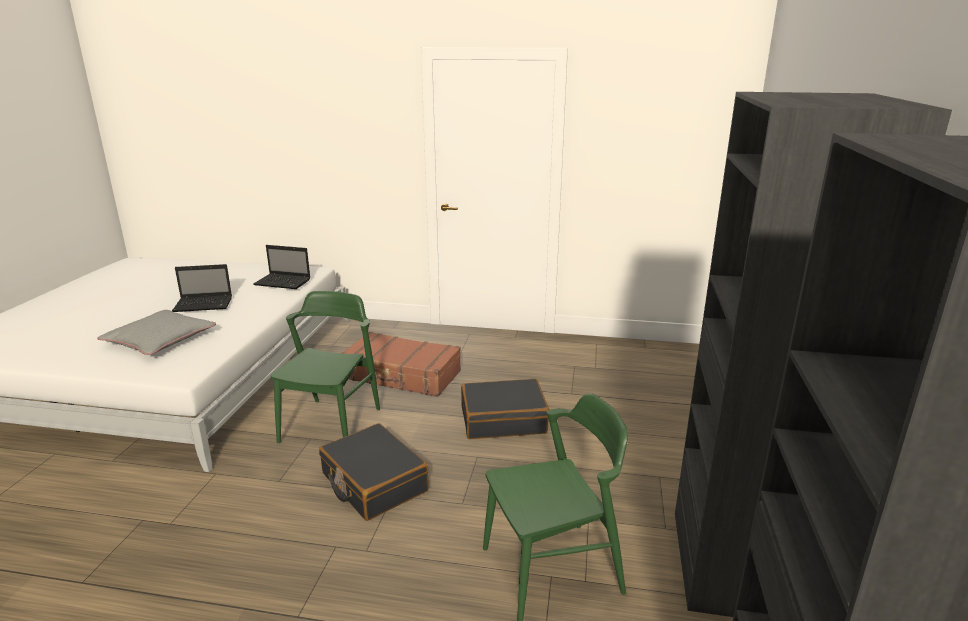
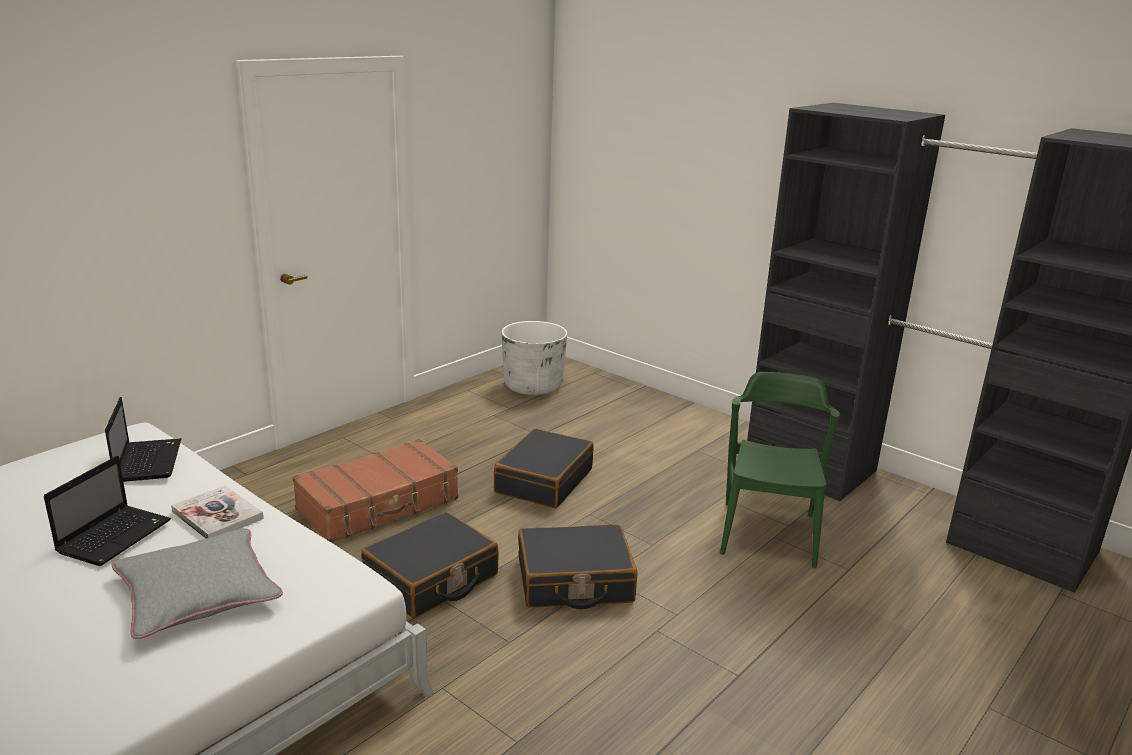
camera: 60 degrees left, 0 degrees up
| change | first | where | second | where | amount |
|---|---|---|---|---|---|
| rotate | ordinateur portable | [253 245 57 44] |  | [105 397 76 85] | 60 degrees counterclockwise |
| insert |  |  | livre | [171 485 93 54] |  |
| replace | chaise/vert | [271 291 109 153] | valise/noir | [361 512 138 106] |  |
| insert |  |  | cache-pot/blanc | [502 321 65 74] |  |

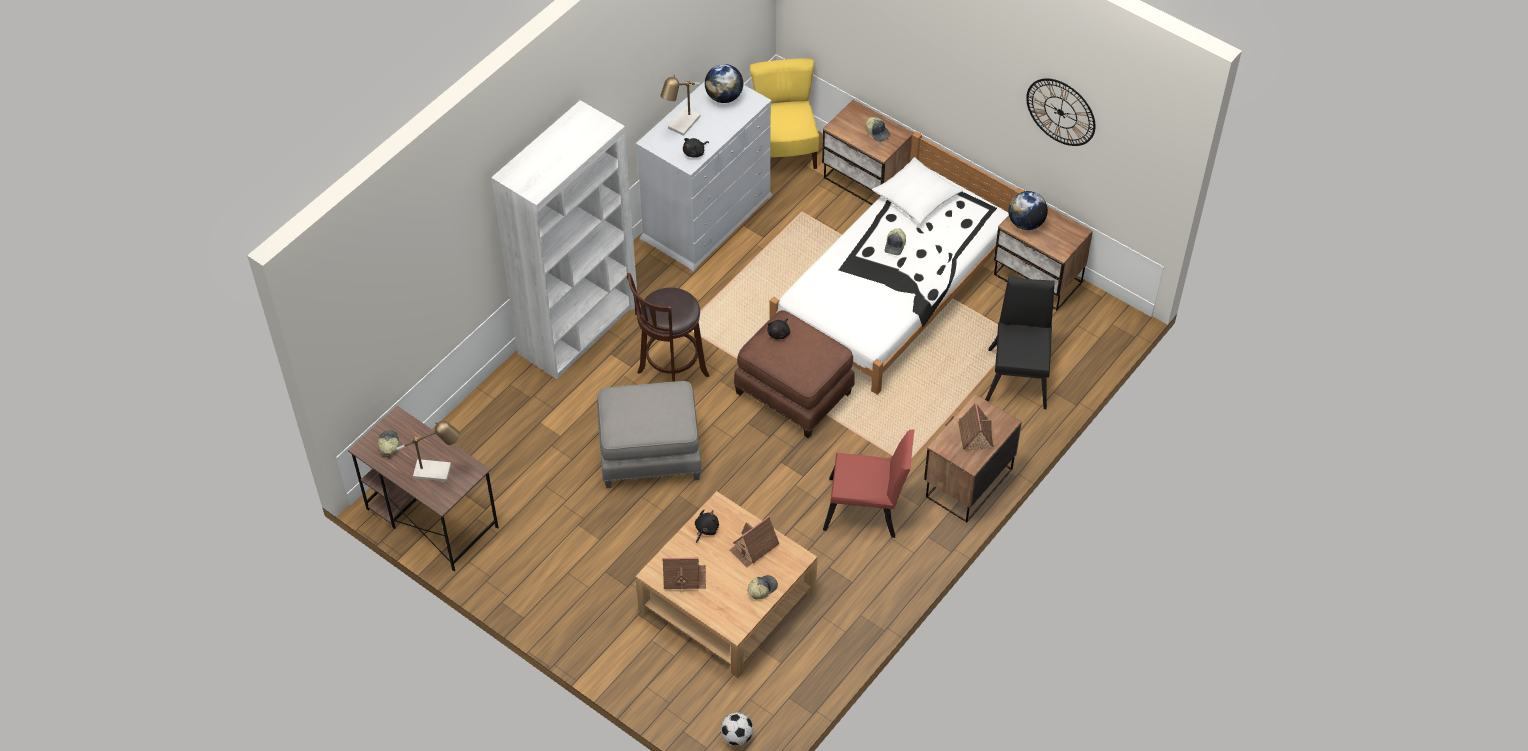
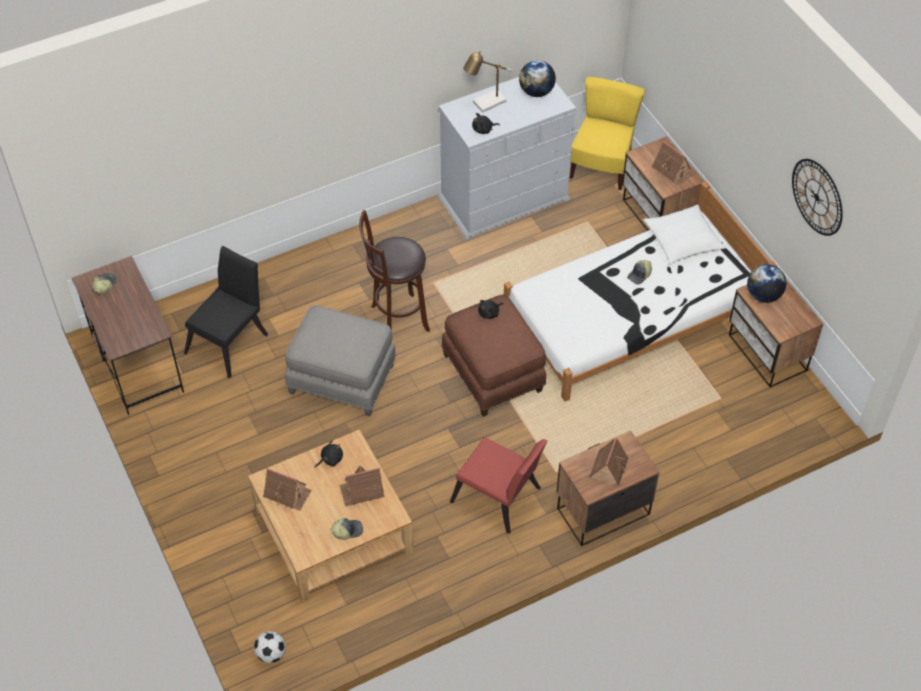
camera: 25 degrees right, 0 degrees up
| change | first | where | second | where | amount |
|---|---|---|---|---|---|
| move | chaise/noir | [985 276 70 133] |  | [184 246 85 132] |  |
| replace | casquette | [865 117 25 25] | maison miniature | [652 141 41 45] |  |
| delete | lampe de table | [396 421 64 61] |  |  |  |
| delete | bibliothèque/blanc | [491 100 146 279] |  |  |  |

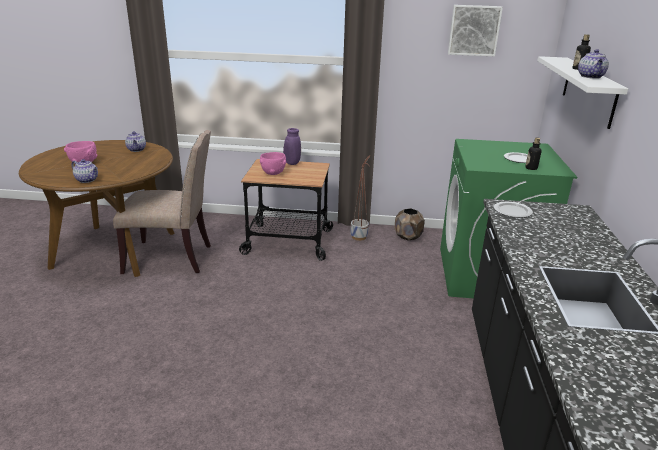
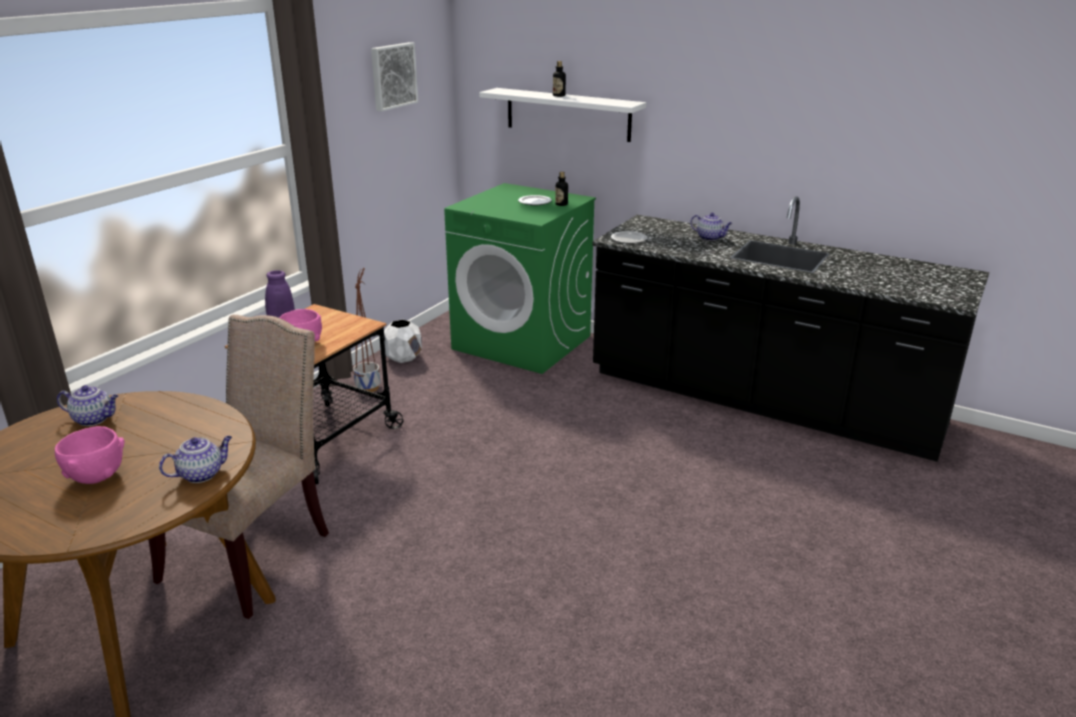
camera: 65 degrees left, 0 degrees up
| change | first | where | second | where | amount |
|---|---|---|---|---|---|
| recolor | cache-pot/marron | [394 208 31 33] | cache-pot/blanc | [384 320 38 43] |  |
| move | théière | [578 49 31 30] |  | [690 213 43 28] |  |

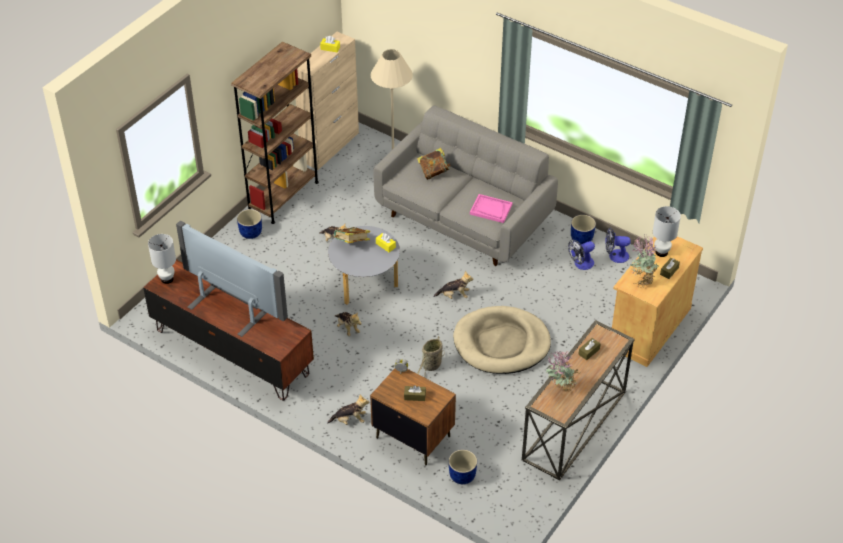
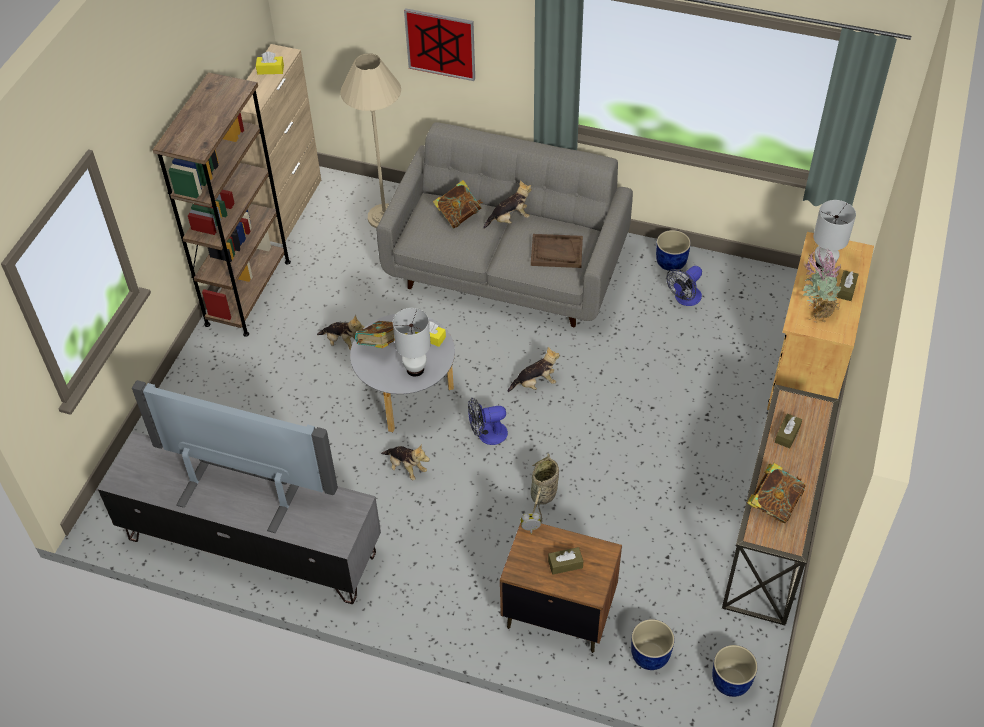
camera: 15 degrees left, 5 degrees up
| change | first | where | second | where | amount |
|---|---|---|---|---|---|
| recolor | meuble télé/marron | [143 259 171 142] | meuble télé/gris | [98 431 283 173] |  |
| move | lampe de table/blanc | [148 234 28 50] |  | [393 308 38 69] |  |
| insert |  |  | tableau | [404 8 71 73] |  |
| move | ventilateur | [605 227 26 36] |  | [468 398 40 47] |  |
| move | peluche | [327 394 42 31] |  | [483 180 49 49] |  |
| recolor | plateau/rose | [470 194 43 29] | plateau/marron | [531 234 52 34] |  |
| move | cache-pot/bleu | [237 209 25 30] |  | [712 645 46 52] |  |
| replace | plante en pot | [546 351 34 45] | livre | [747 463 59 60] |  |
| delete | panier pour chien/beige | [453 306 98 68] |  |  |  |

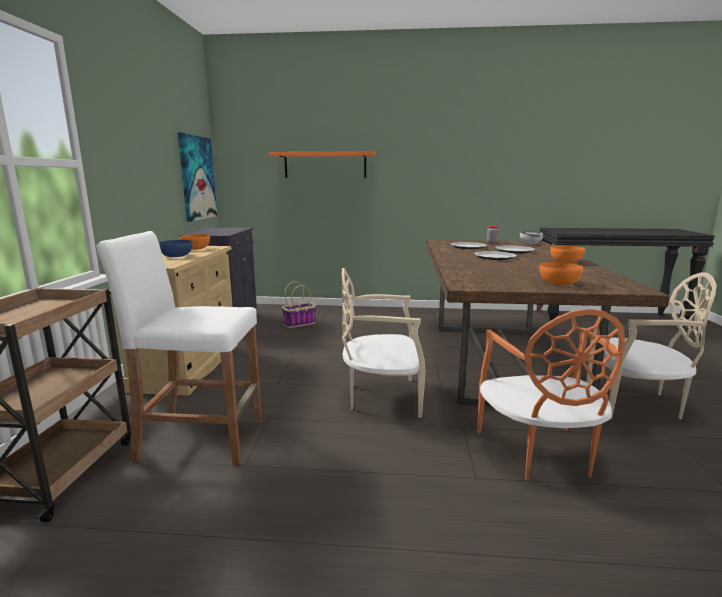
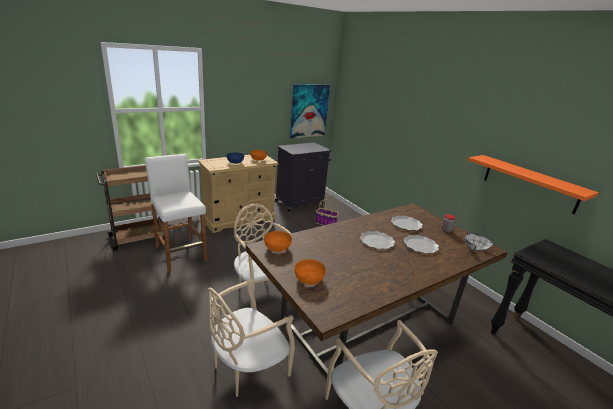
camera: 50 degrees right, 10 degrees up
| change | first | where | second | where | amount |
|---|---|---|---|---|---|
| recolor | chaise/orange | [477 309 148 171] | chaise/beige | [208 279 87 118] |  |
| move | bol/orange | [550 245 35 18] |  | [264 231 28 21] |  |
| move | étagère/orange | [269 151 106 27] |  | [468 155 131 60] |  |

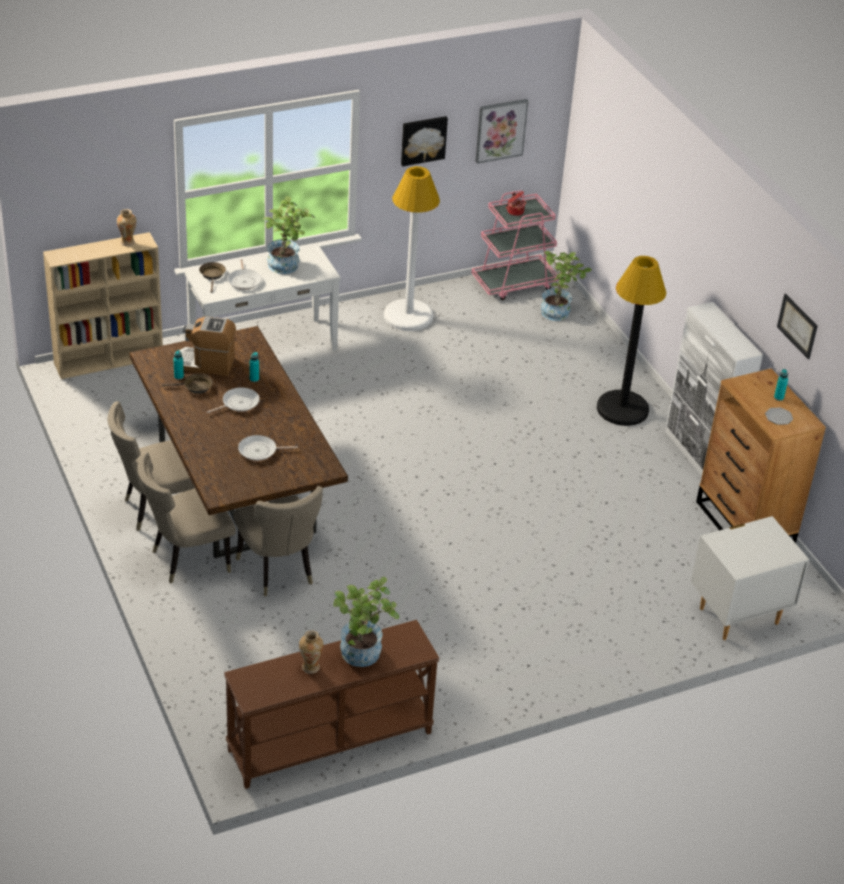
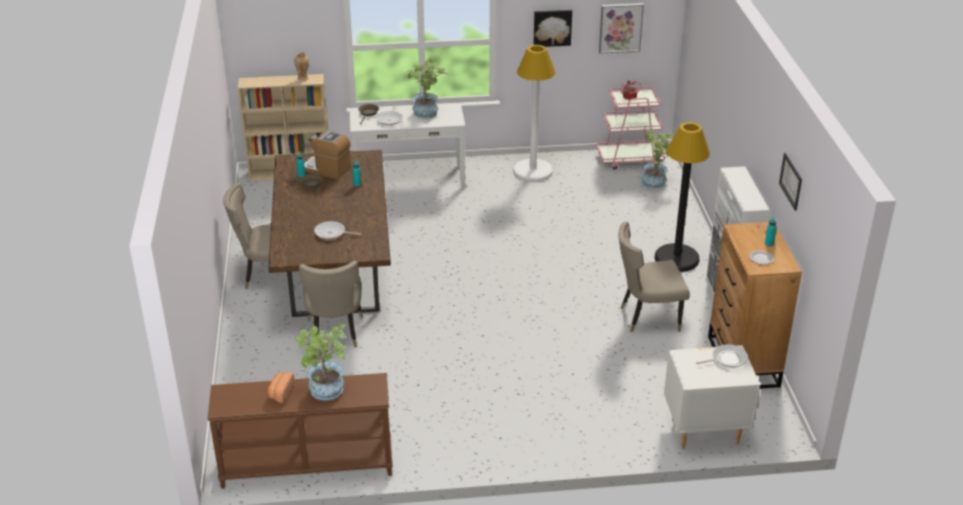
camera: 20 degrees right, 5 degrees down
| change | first | where | second | where | amount |
|---|---|---|---|---|---|
| replace | vase | [299 630 24 44] | pain | [267 372 28 31] |  |
| move | chaise/beige | [137 452 99 131] |  | [618 221 72 111] |  |
| move | poêle | [206 387 54 26] |  | [696 344 52 24] |  |

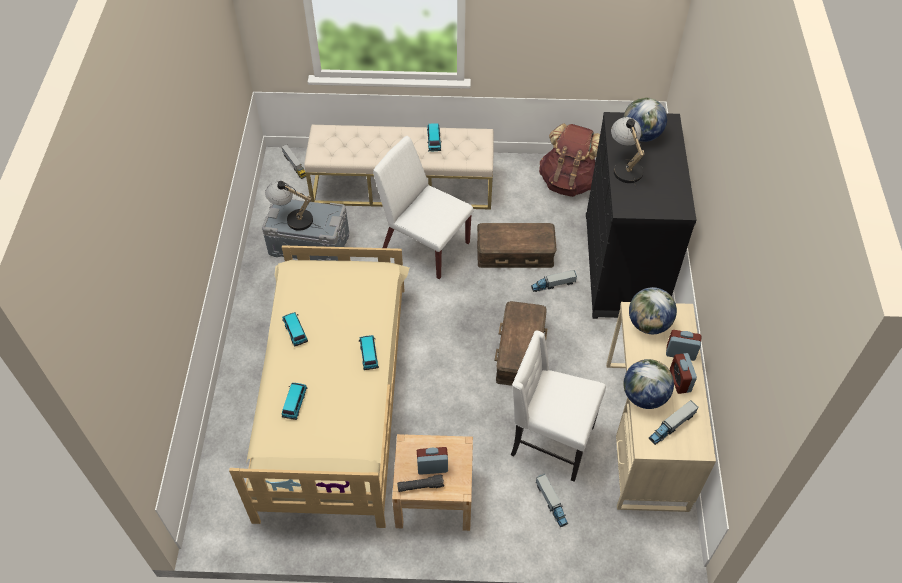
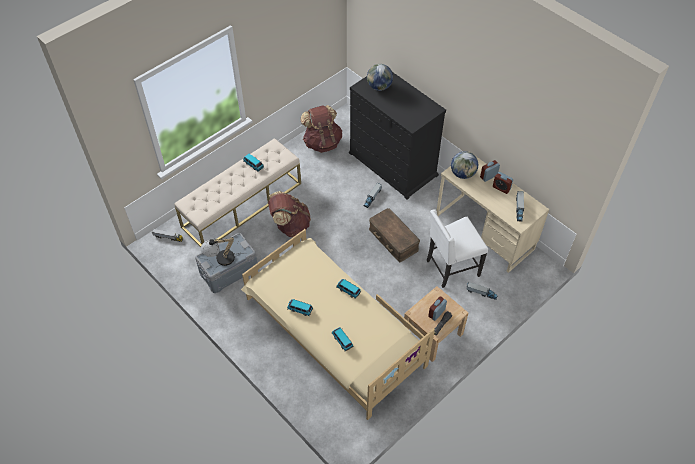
camera: 45 degrees left, 0 degrees up
| change | first | where | second | where | amount |
|---|---|---|---|---|---|
| replace | chaise/blanc | [373 136 101 143] | sac à dos/marron | [268 191 43 46] |  |
| delete | boîte de rangement/marron | [477 223 80 45] |  |  |  |
| delete | lampe de table | [611 117 34 74] |  |  |  |
| delete | globe | [623 359 51 50] |  |  |  |

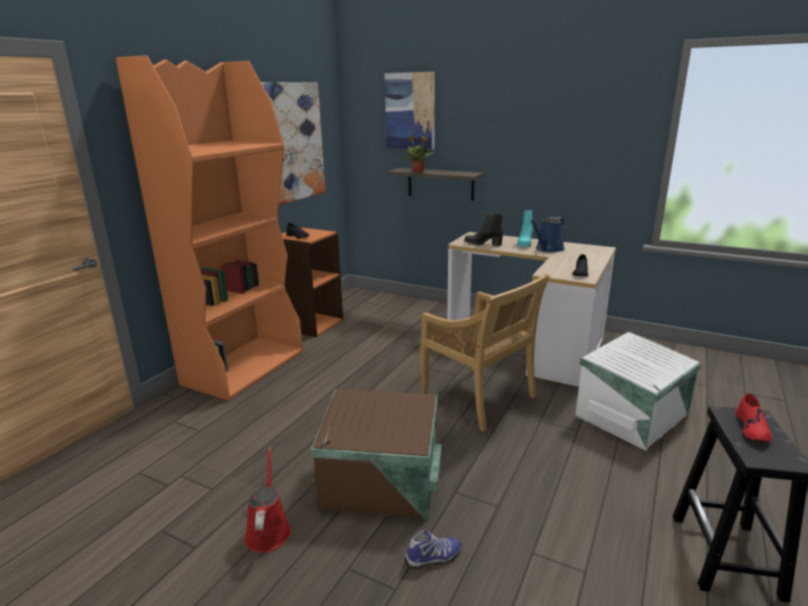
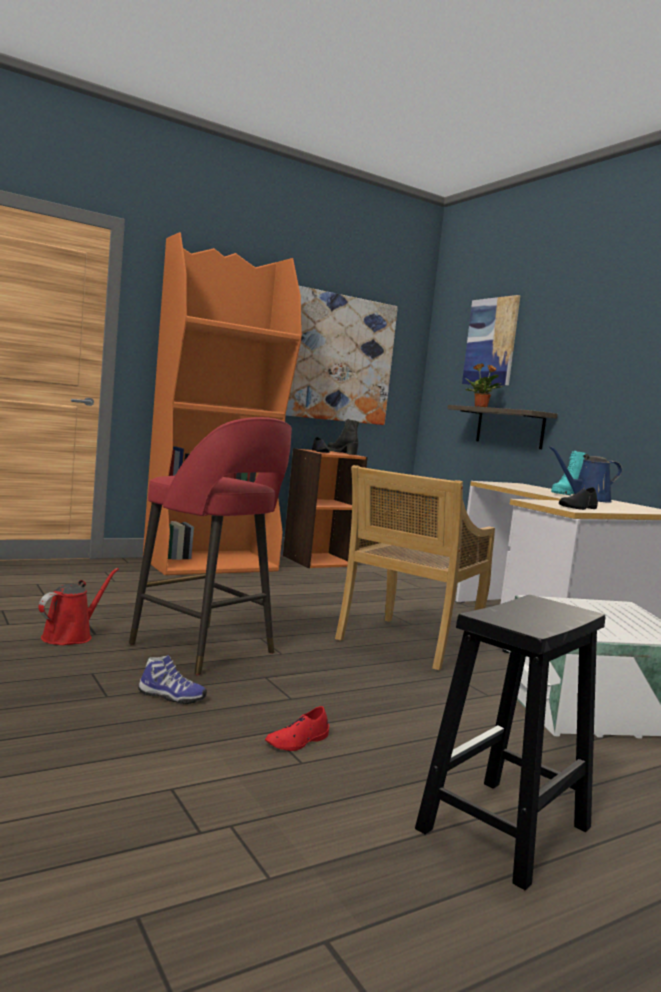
camera: 30 degrees right, 15 degrees down
| change | first | where | second | where | amount |
|---|---|---|---|---|---|
| replace | boîte de rangement/marron | [311 389 130 131] | tabouret/rouge | [129 417 163 258] |  |
| move | chaussure/rouge | [736 393 36 49] |  | [265 706 64 45] |  |
| move | botte/noir | [464 212 39 34] |  | [327 419 32 36] |  |
| rotate | chaise/beige | [420 273 130 158] |  | [335 465 160 205] | 45 degrees clockwise |

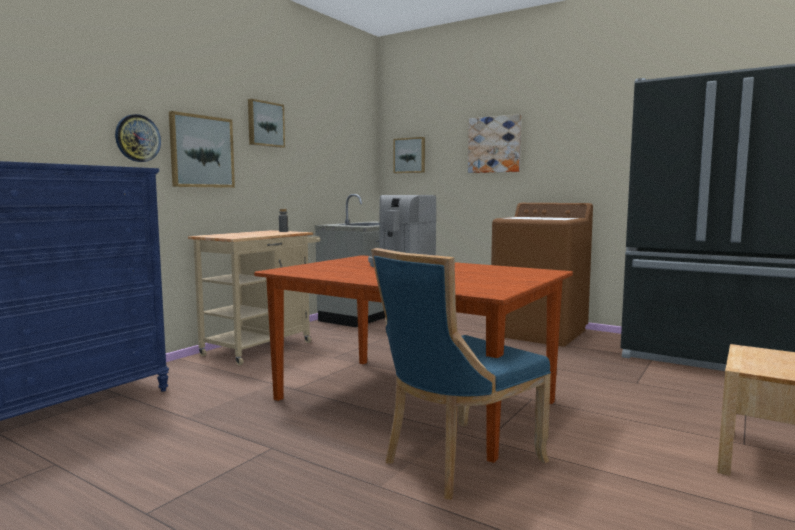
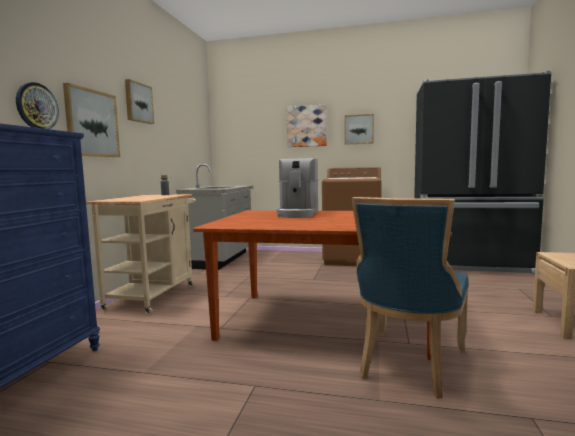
camera: 20 degrees left, 0 degrees up
| change | first | where | second | where | amount |
|---|---|---|---|---|---|
| move | tableau | [394 137 31 36] |  | [345 114 29 31] |  |

